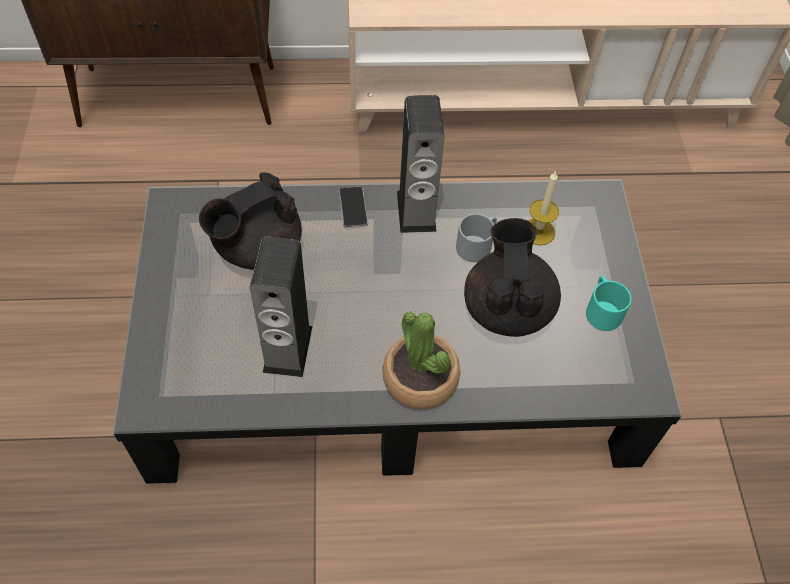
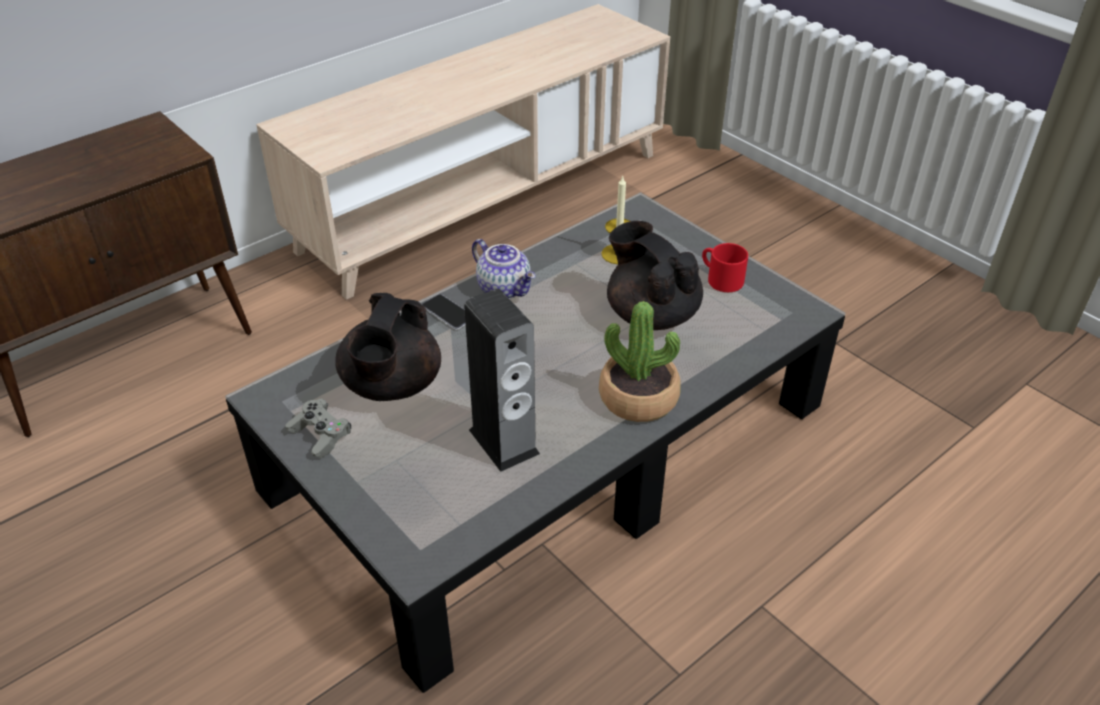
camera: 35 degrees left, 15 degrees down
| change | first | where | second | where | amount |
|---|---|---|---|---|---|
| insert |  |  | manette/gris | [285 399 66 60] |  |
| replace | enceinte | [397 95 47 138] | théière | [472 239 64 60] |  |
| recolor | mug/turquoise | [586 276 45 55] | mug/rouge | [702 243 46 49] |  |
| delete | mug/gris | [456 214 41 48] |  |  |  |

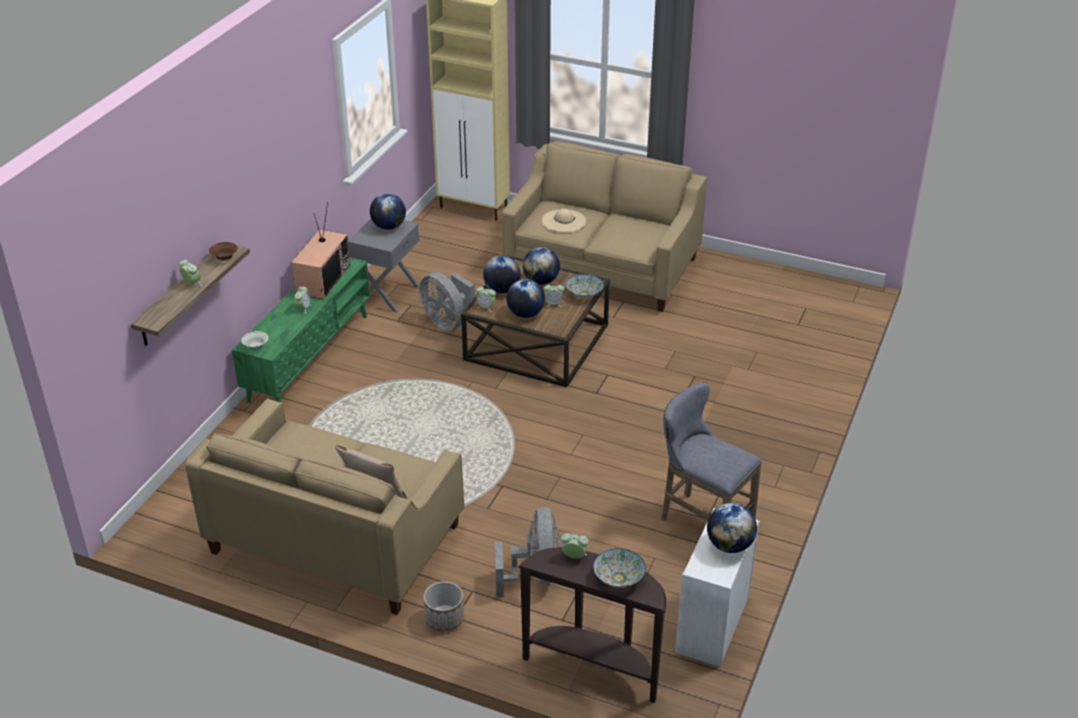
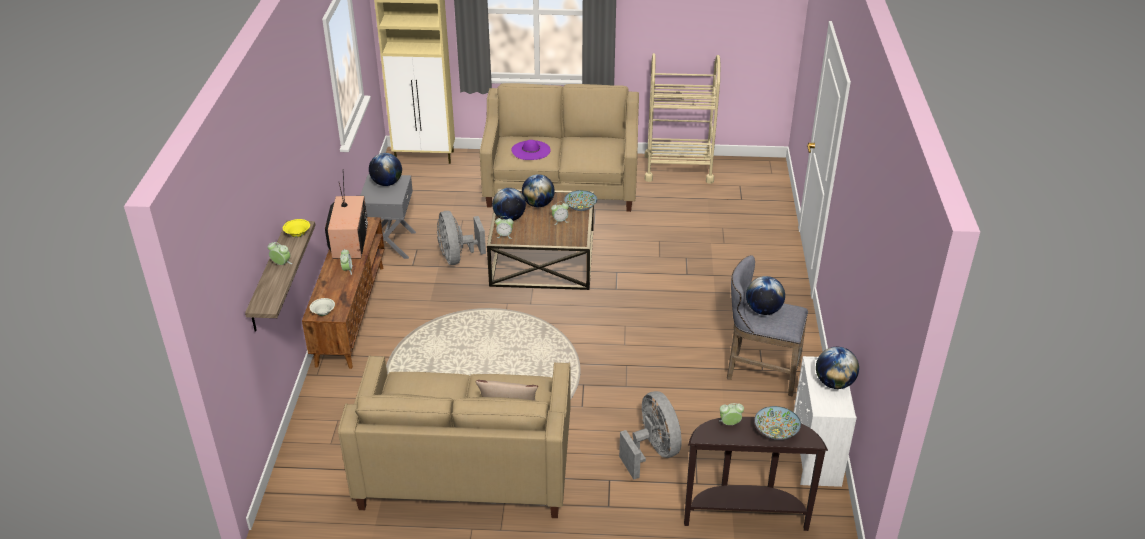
camera: 20 degrees left, 0 degrees up
| change | first | where | second | where | amount |
|---|---|---|---|---|---|
| recolor | bol/marron | [209 242 29 19] | bol/jaune | [283 219 27 18] |  |
| recolor | meuble télé/vert | [232 257 138 146] | meuble télé/marron | [302 217 83 152] |  |
| rotate | ventilateur/gris | [420 272 55 59] |  | [437 211 49 54] | 45 degrees clockwise |
| recolor | chapeau/beige | [542 209 44 23] | chapeau/violet | [511 140 40 20] |  |
| insert |  |  | chariot/beige | [645 53 75 131] |  |
| move | globe | [506 279 39 39] |  | [746 276 39 39] |  |
| delete | cache-pot | [423 581 41 50] |  |  |  |

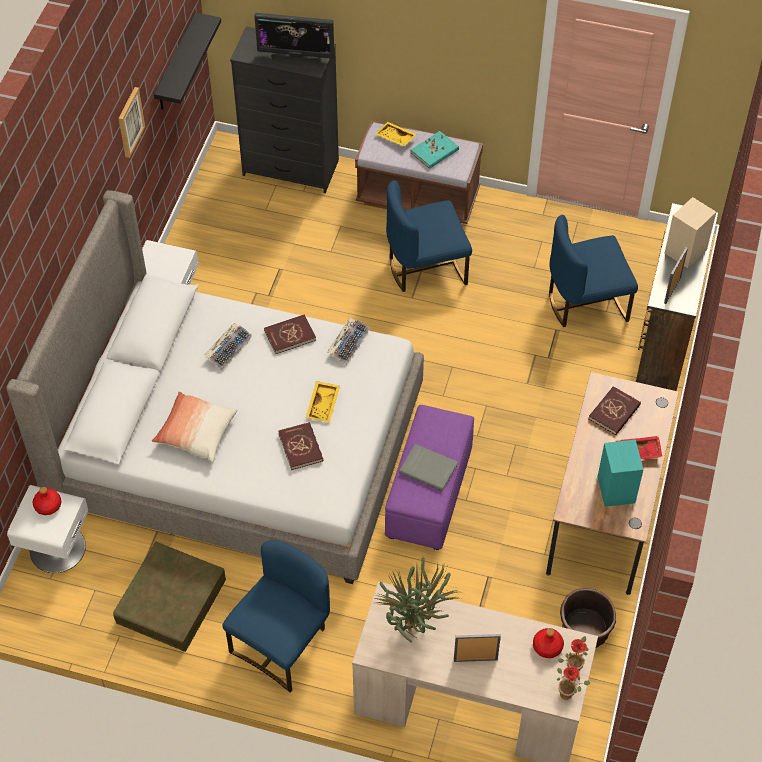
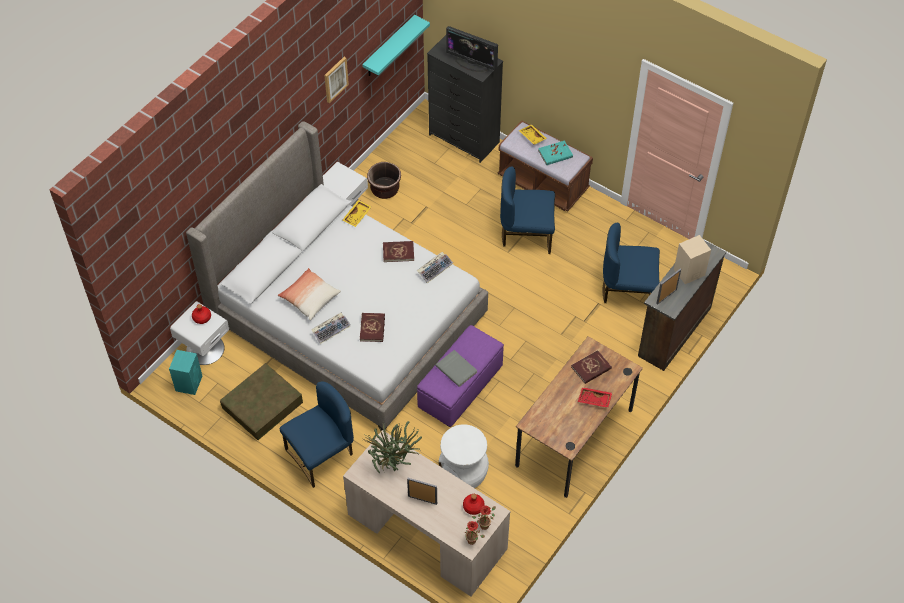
camera: 20 degrees right, 0 degrees up
| change | first | where | second | where | amount |
|---|---|---|---|---|---|
| move | enceinte/turquoise | [597 440 47 67] |  | [169 350 33 45] |  |
| move | clavier | [204 323 48 48] |  | [311 313 39 31] |  |
| move | plateau/jaune | [306 381 34 41] |  | [343 200 29 27] |  |
| recolor | étagère/noir | [154 12 67 98] | étagère/turquoise | [362 15 68 61] |  |
| move | cache-pot/marron | [560 588 56 60] |  | [367 162 34 37] |  |
| insert |  |  | tabouret/blanc | [439 424 50 64] |  |

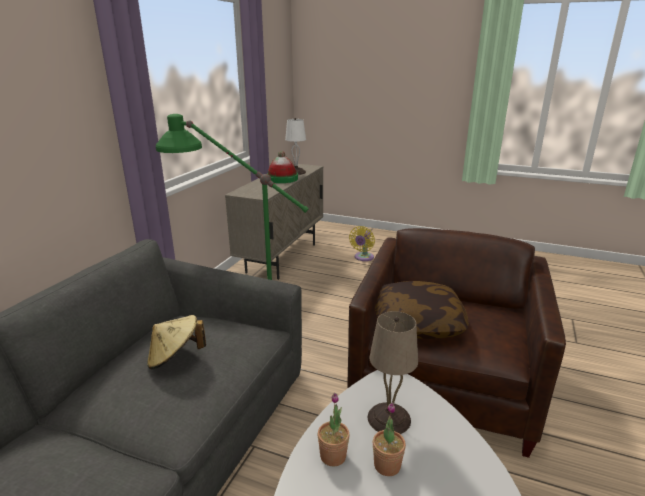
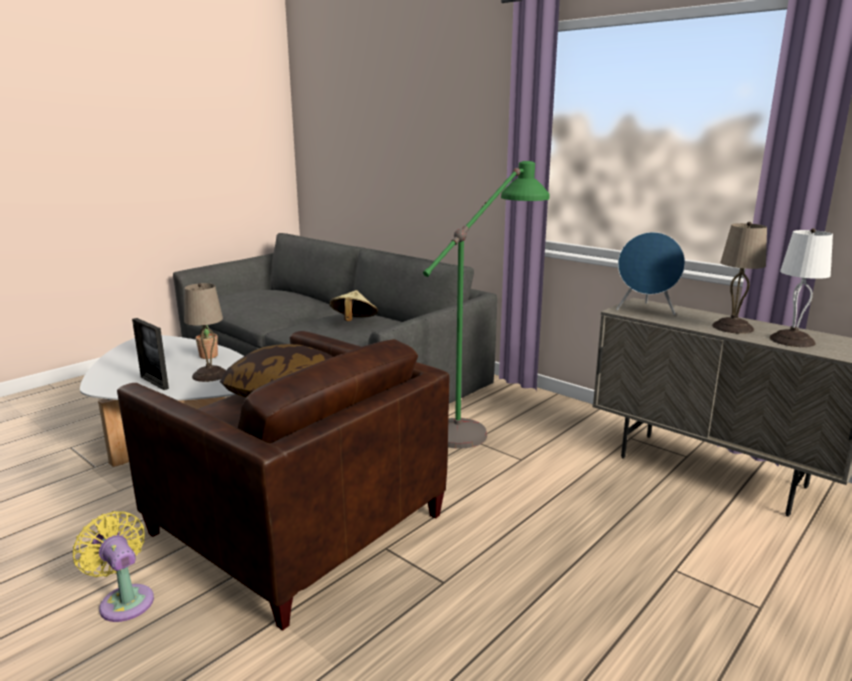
camera: 110 degrees right, 5 degrees down
| change | first | where | second | where | amount |
|---|---|---|---|---|---|
| move | ventilateur/jaune | [349 226 26 35] |  | [73 511 81 111] |  |
| insert |  |  | cadre photo | [132 318 37 72] |  |
| insert |  |  | enceinte/bleu | [616 232 69 83] |  |
| replace | chapeau | [267 151 31 32] | lampe de table/beige | [712 222 55 112] |  |
| delete | plante en pot | [373 402 33 74] |  |  |  |

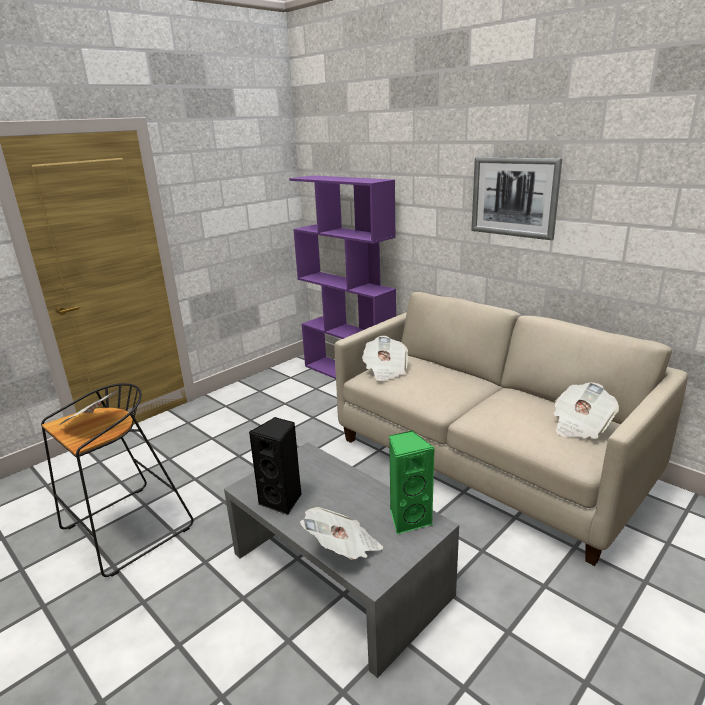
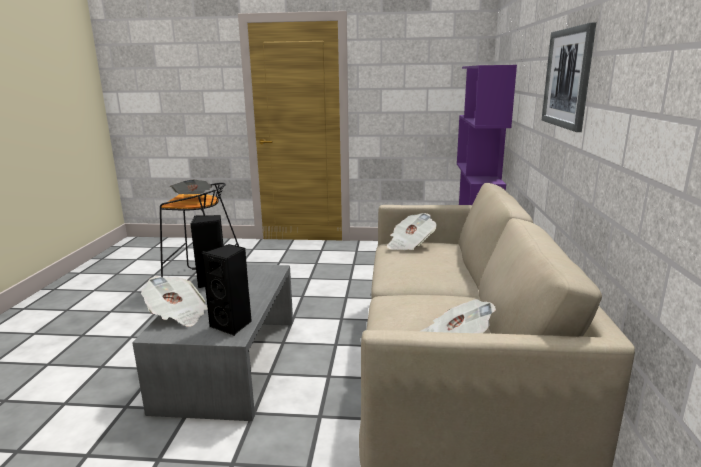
camera: 50 degrees right, 5 degrees down
| change | first | where | second | where | amount |
|---|---|---|---|---|---|
| recolor | enceinte/vert | [389 430 45 104] | enceinte/noir | [201 244 51 92] |  |

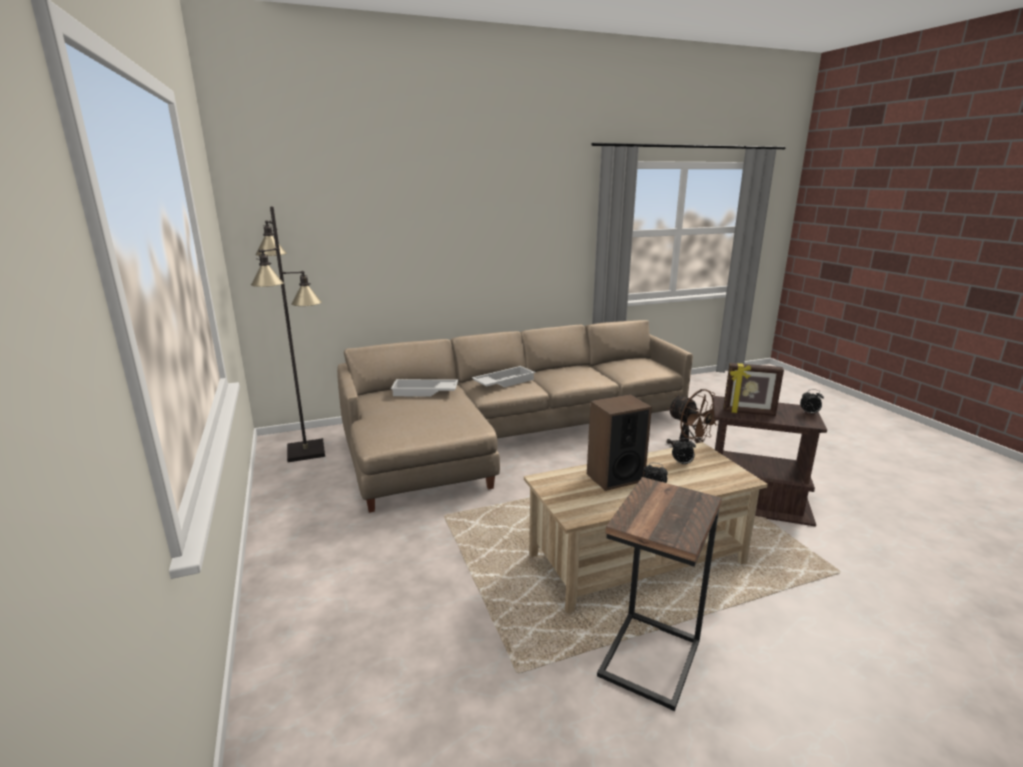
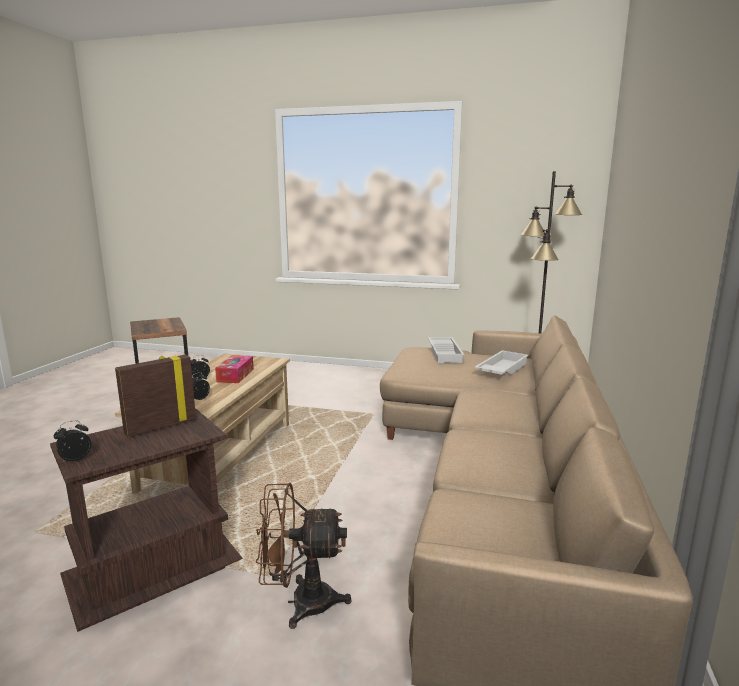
camera: 125 degrees right, 5 degrees down
| change | first | where | second | where | amount |
|---|---|---|---|---|---|
| replace | enceinte | [587 394 65 97] | boîte à mouchoirs | [215 355 39 28] |  |
| move | plateau/blanc | [472 366 64 21] |  | [428 337 36 26] |  |

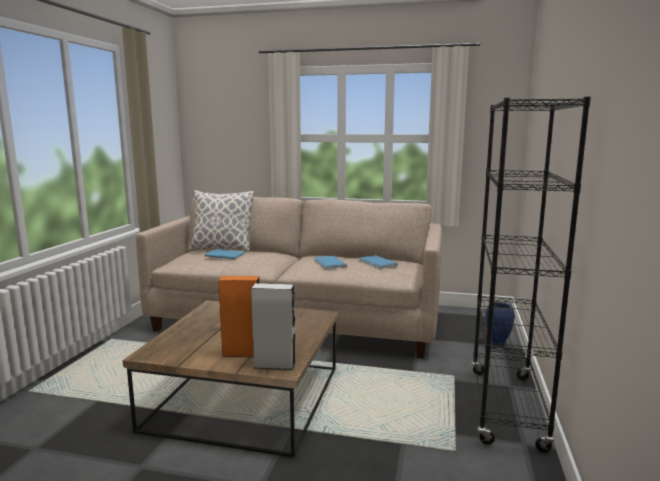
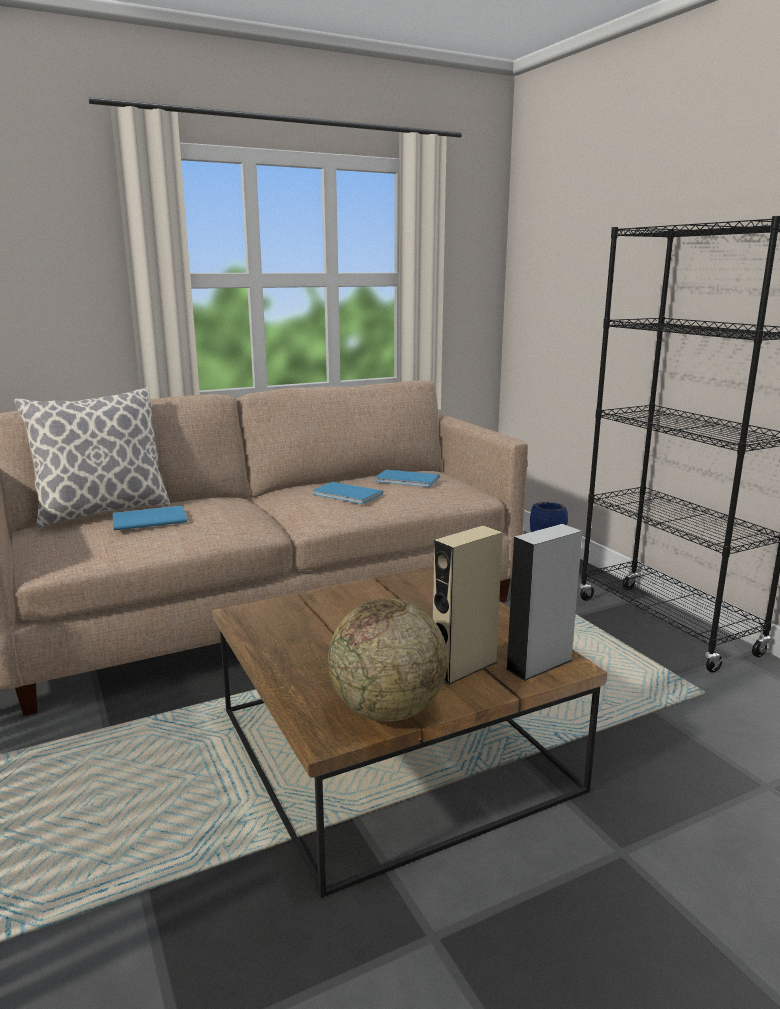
camera: 40 degrees left, 5 degrees up
| change | first | where | second | where | amount |
|---|---|---|---|---|---|
| insert |  |  | globe | [328 598 120 124] |  |
| recolor | enceinte/orange | [218 276 42 81] | enceinte/beige | [432 525 71 160] |  |

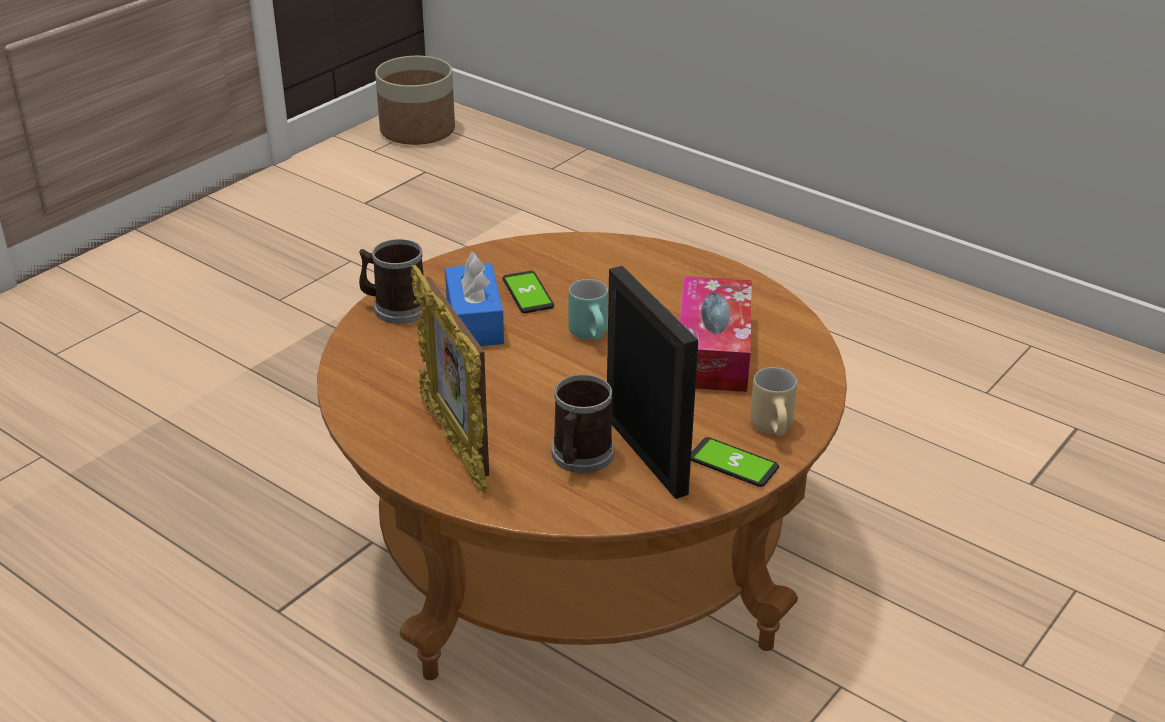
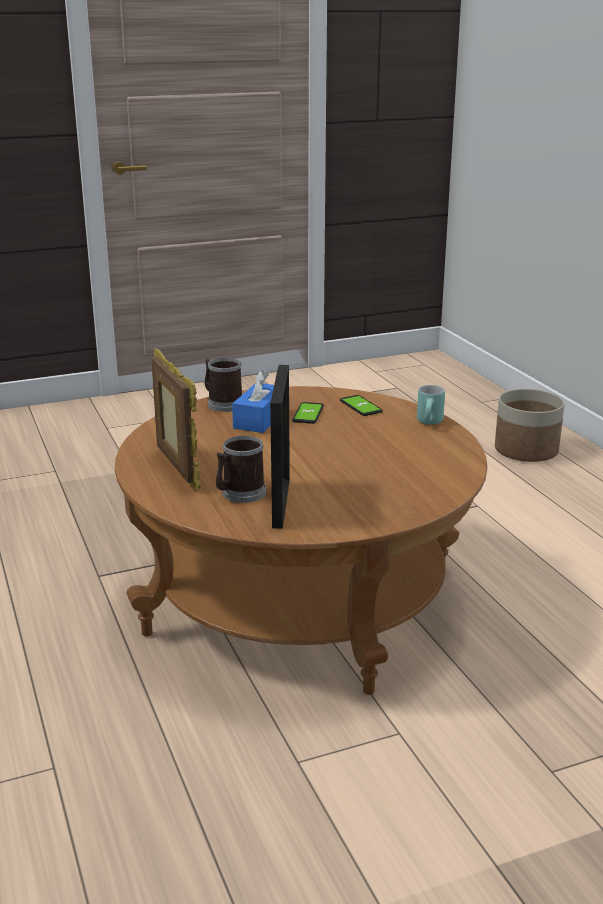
camera: 30 degrees right, 10 degrees down
| change | first | where | second | where | amount |
|---|---|---|---|---|---|
| rotate | cadre photo | [411 265 78 228] |  | [151 348 50 143] | 150 degrees clockwise |
| move | téléphone | [691 437 88 50] |  | [340 395 43 21] |  |
| move | mug/turquoise | [569 279 39 60] |  | [417 385 28 40] |  |
| move | cache-pot | [375 56 80 89] |  | [495 389 70 73] |  |
| delete | boîte à mouchoirs | [680 276 72 116] |  |  |  |
| delete | mug/beige | [750 367 47 69] |  |  |  |

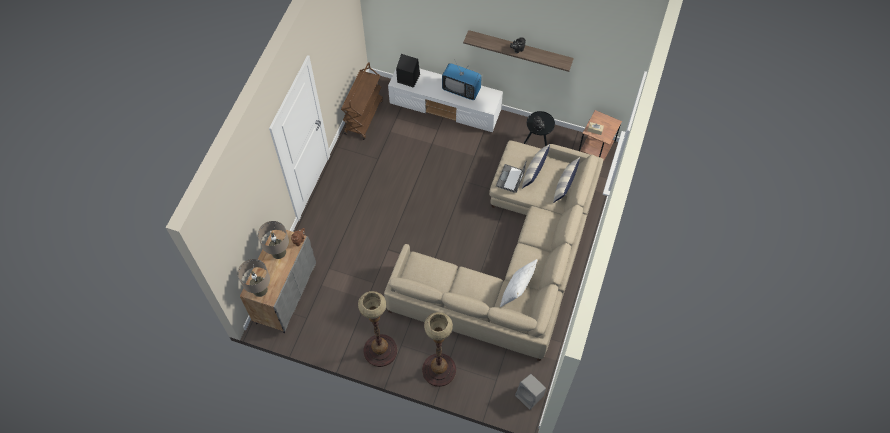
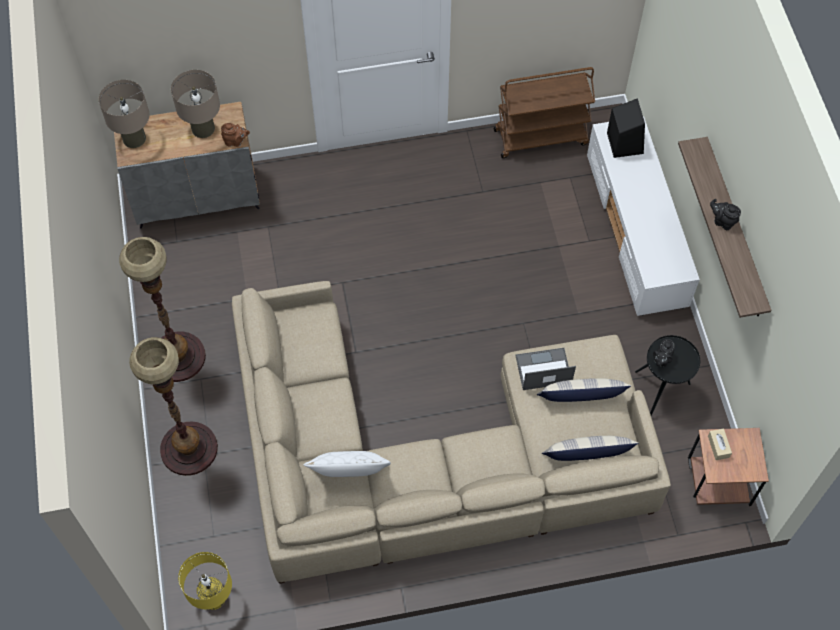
camera: 60 degrees right, 0 degrees up
| change | first | where | second | where | amount |
|---|---|---|---|---|---|
| replace | enceinte/gris | [515 374 31 36] | lampe de table/jaune | [178 552 54 58] |  |
| delete | téléviseur | [442 61 40 39] |  |  |  |

